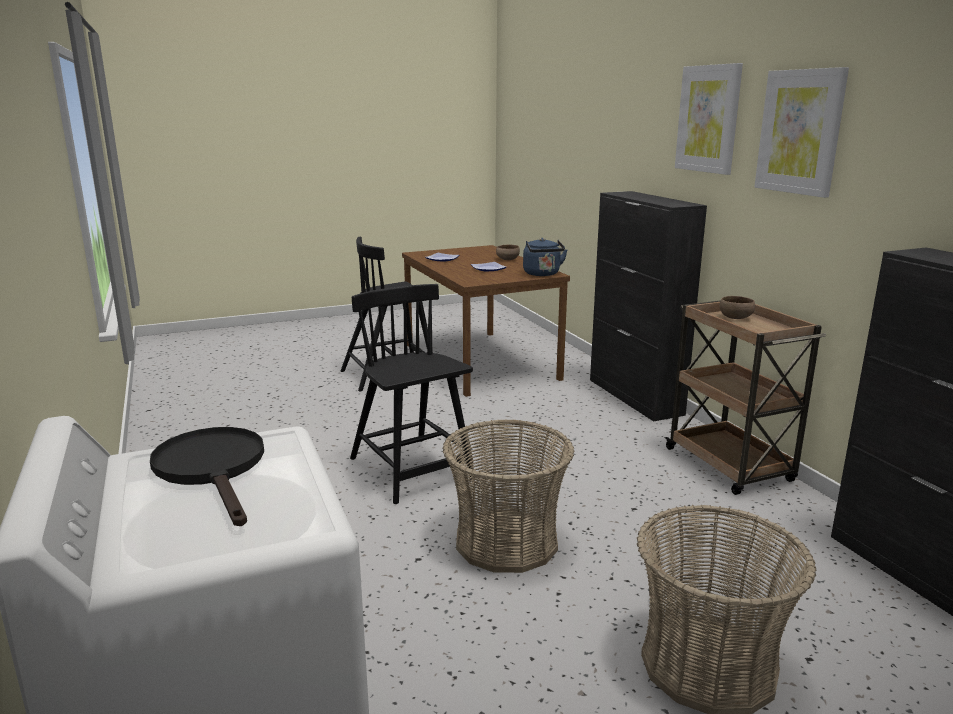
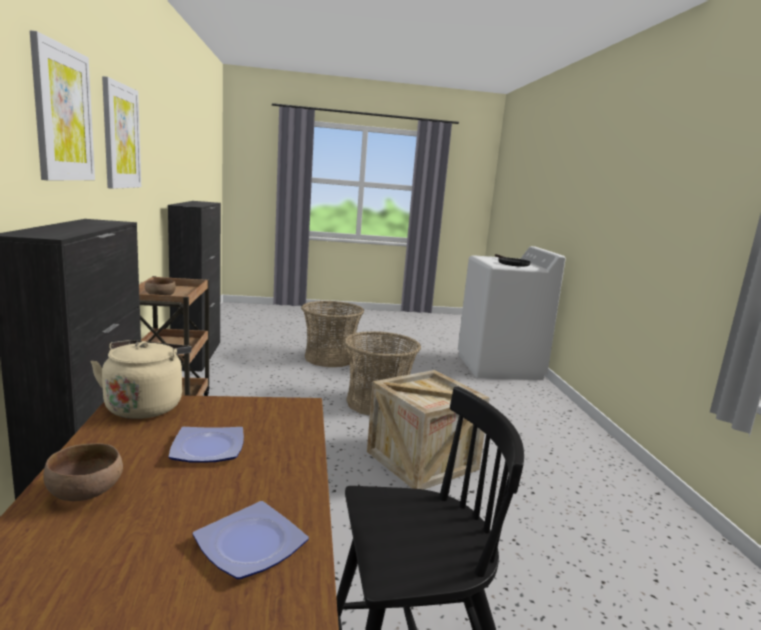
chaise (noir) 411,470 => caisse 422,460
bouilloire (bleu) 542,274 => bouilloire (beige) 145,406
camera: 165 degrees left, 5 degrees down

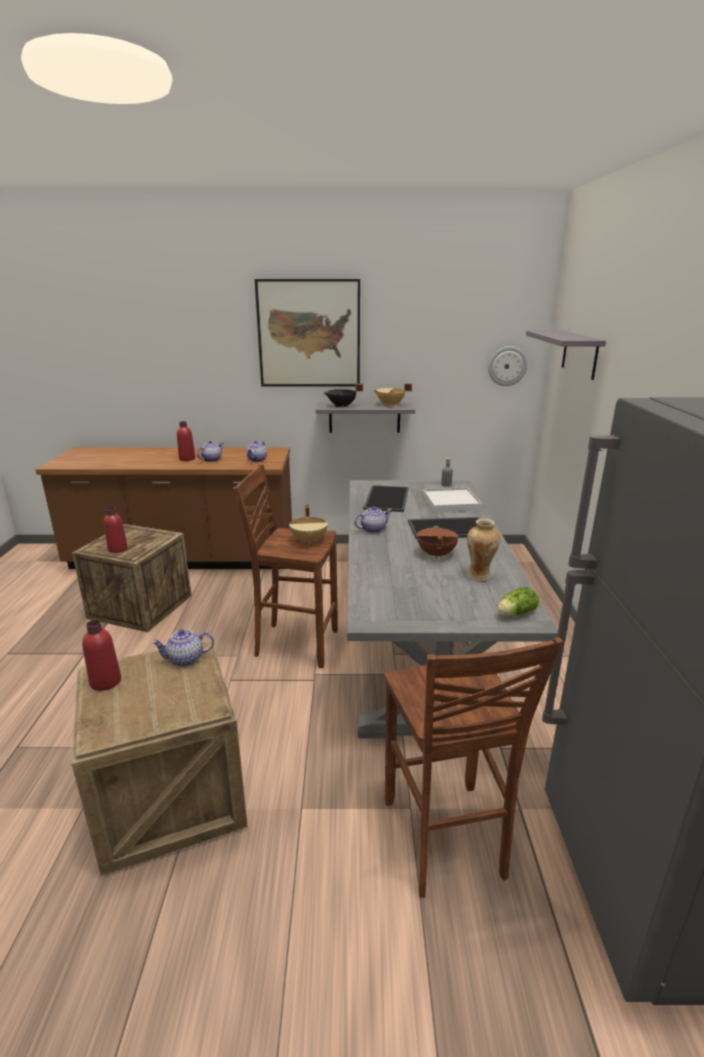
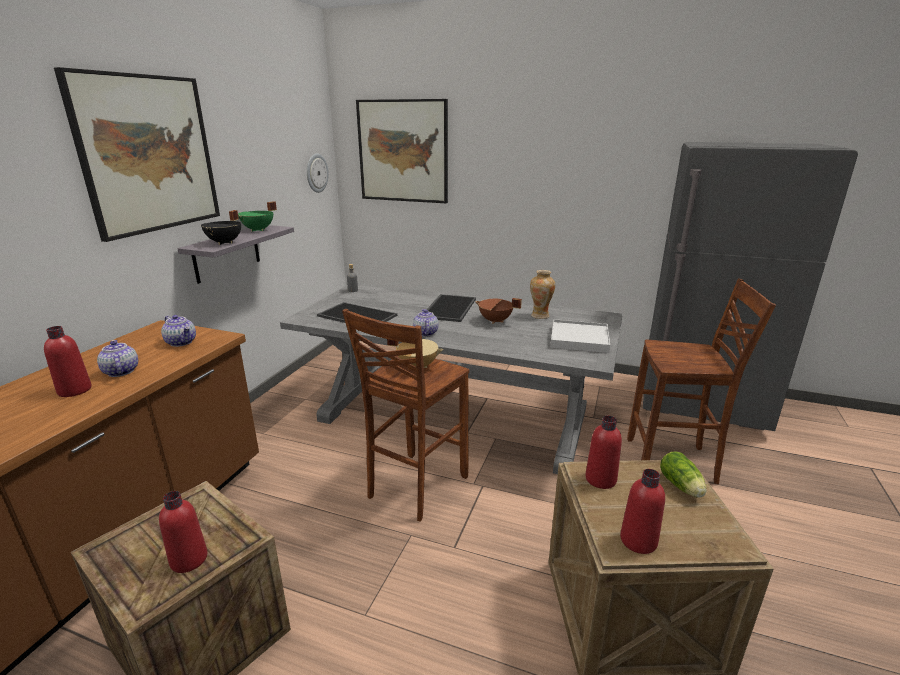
plateau (blanc) 451,502 => plateau (blanc) 579,339, move
laitue 514,614 => laitue 682,487, move
théière 185,659 => bouteille (rouge) 600,479
étagère (gris) 579,354 => tableau 403,151
marmite (beige) 390,405 => marmite (vert) 259,230
camera: 70 degrees left, 0 degrees up

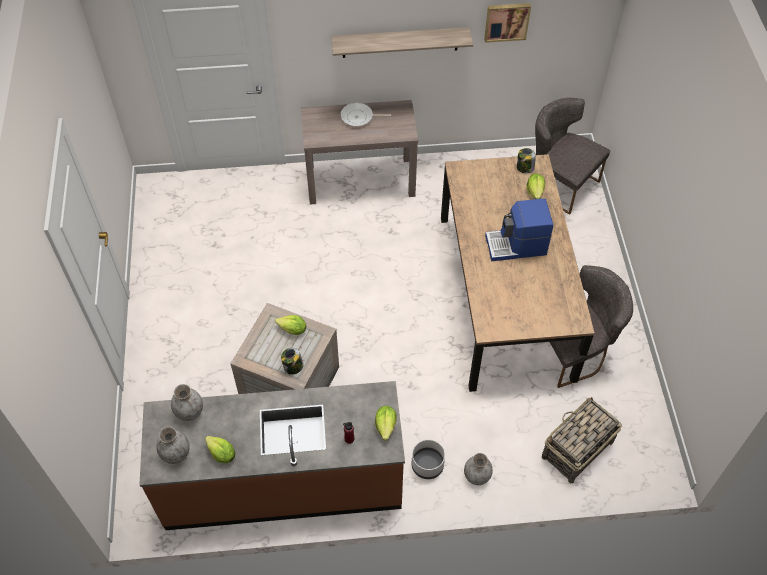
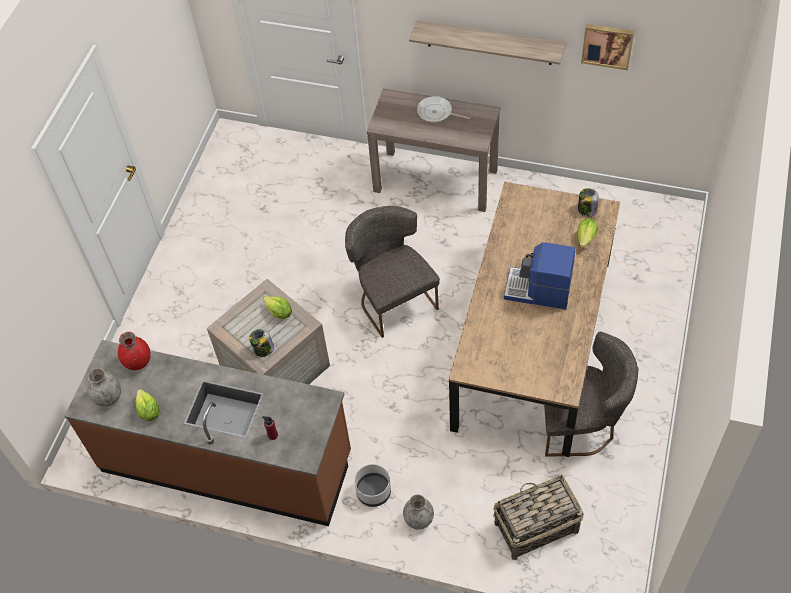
laitue 385,426 => nothing
chaise (gris) 559,183 => chaise (gris) 393,299, move
vase (gris) 189,411 => vase (rouge) 138,361
camera: 25 degrees right, 0 degrees up

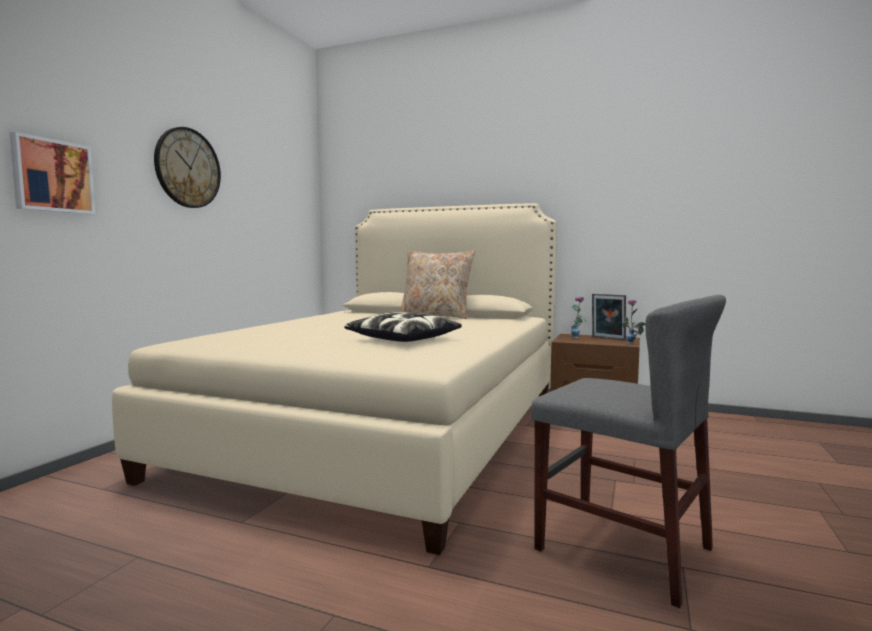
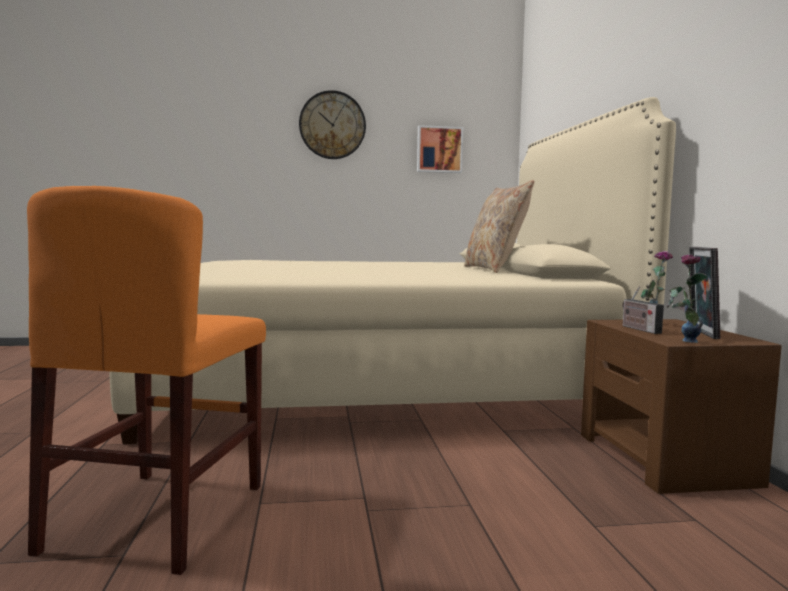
coussin 404,339 => nothing
nothing => radio 639,329
tableau 52,176 => tableau 439,149, move
chaise (gris) 622,548 => chaise (orange) 159,516
camera: 60 degrees right, 0 degrees up

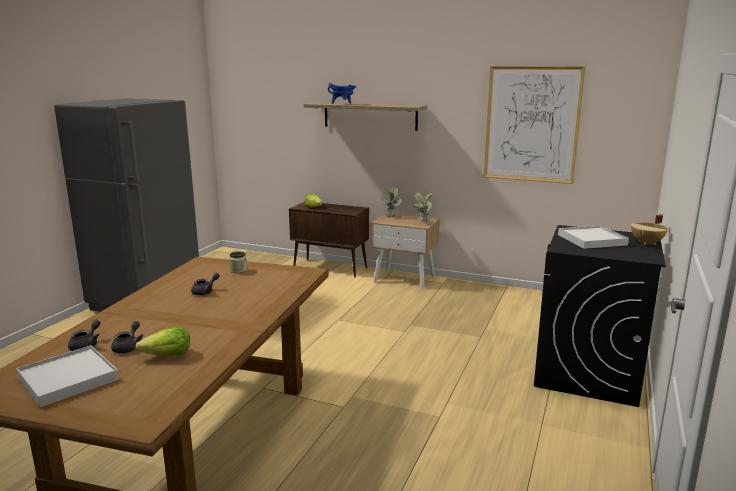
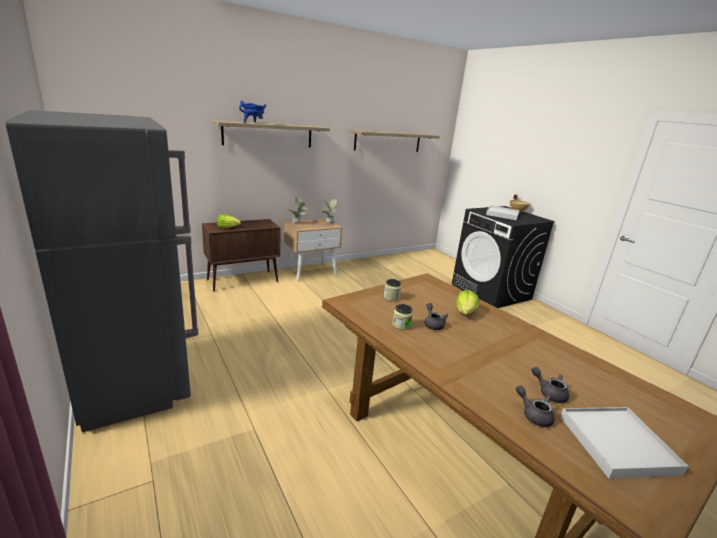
nothing => bocal 401,325
laitue 167,355 => laitue 465,312, move
tableau 532,124 => étagère 388,141
camera: 55 degrees left, 5 degrees up

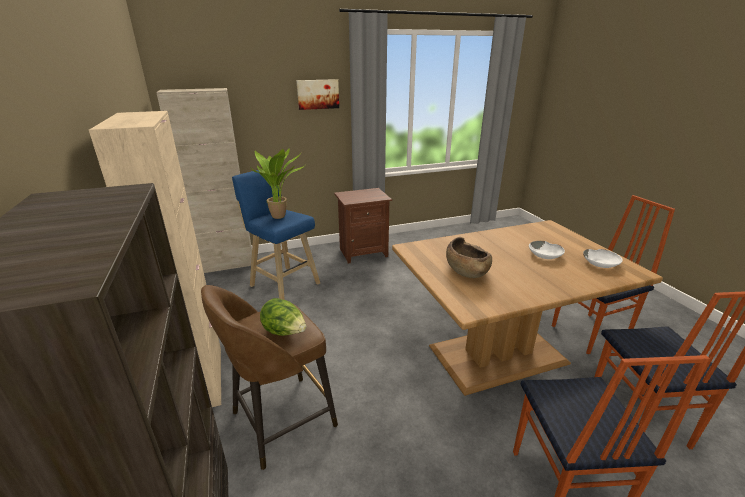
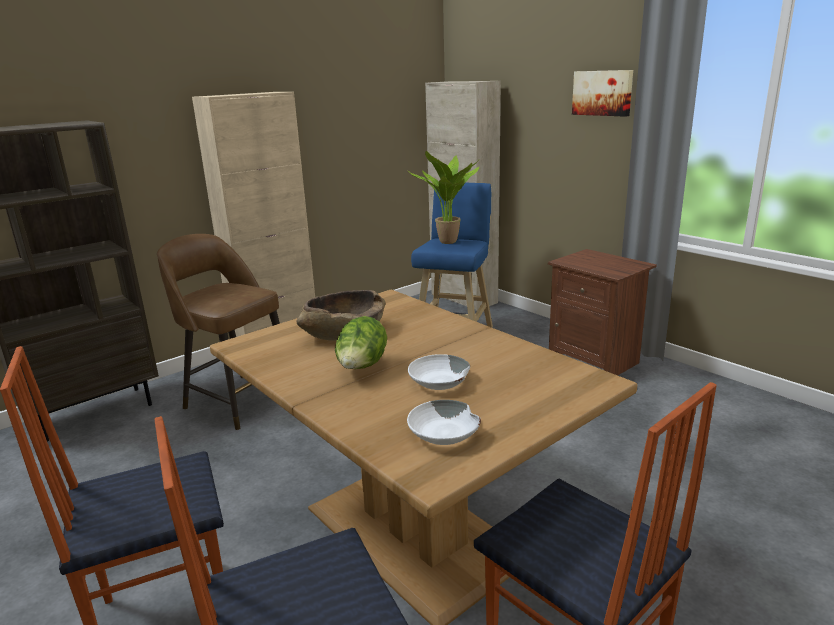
laitue 285,332 => laitue 362,368, move
camera: 70 degrees right, 5 degrees down

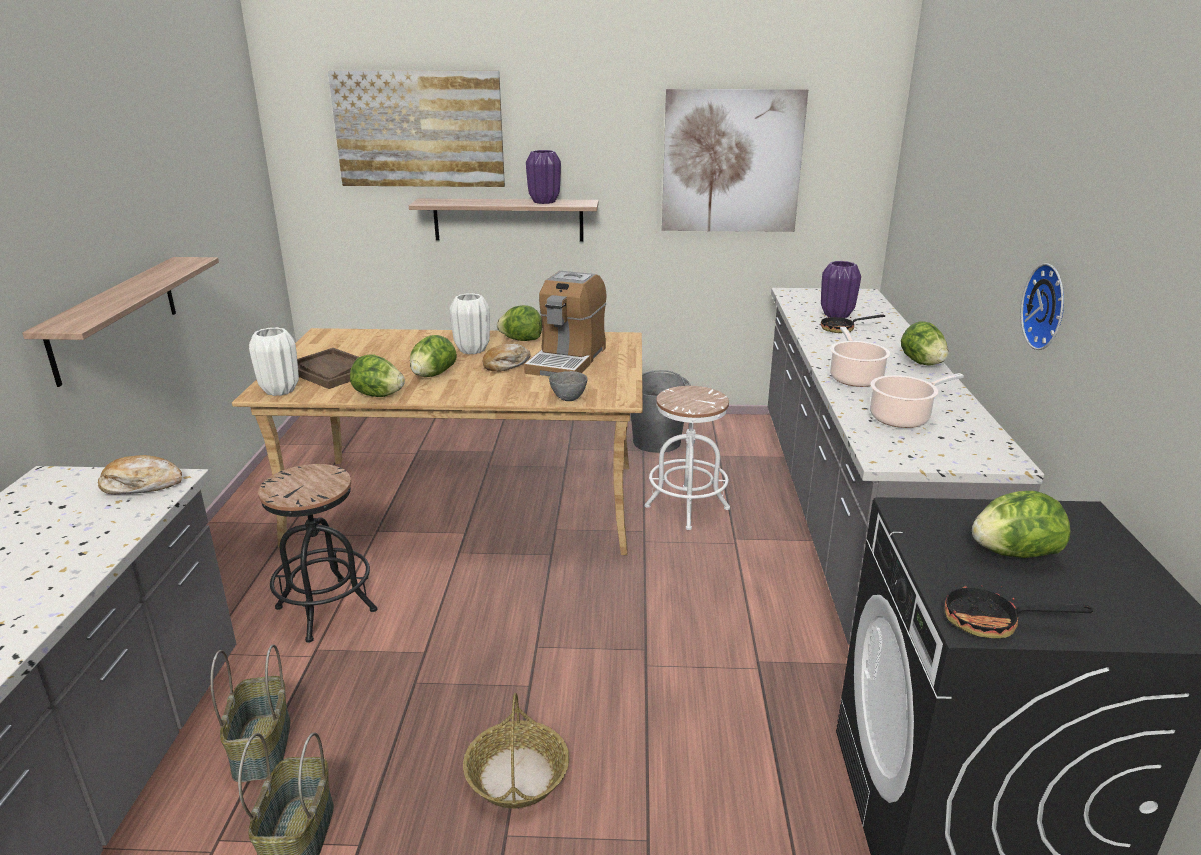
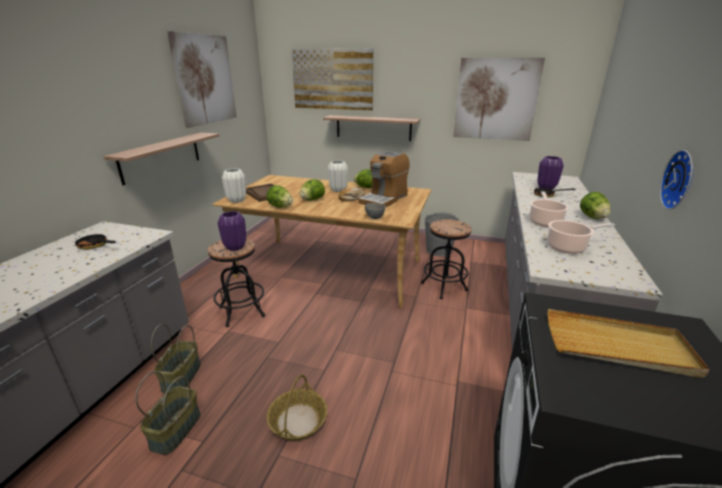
pain 142,485 => nothing
nothing => tableau 205,80
vase (violet) 544,202 => vase (violet) 235,247, move
poêle 992,622 => poêle 95,246, move
laitue 1013,553 => plateau (beige) 618,346
tabouret (blanc) 687,507 => tabouret (noir) 444,287
camera: 15 degrees right, 0 degrees up

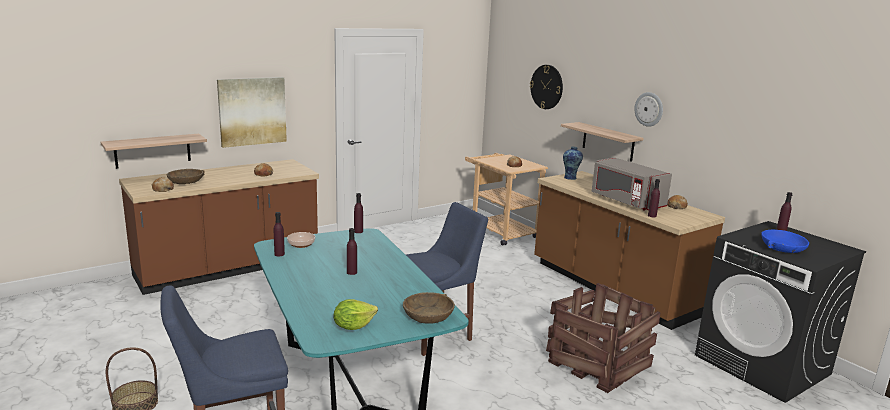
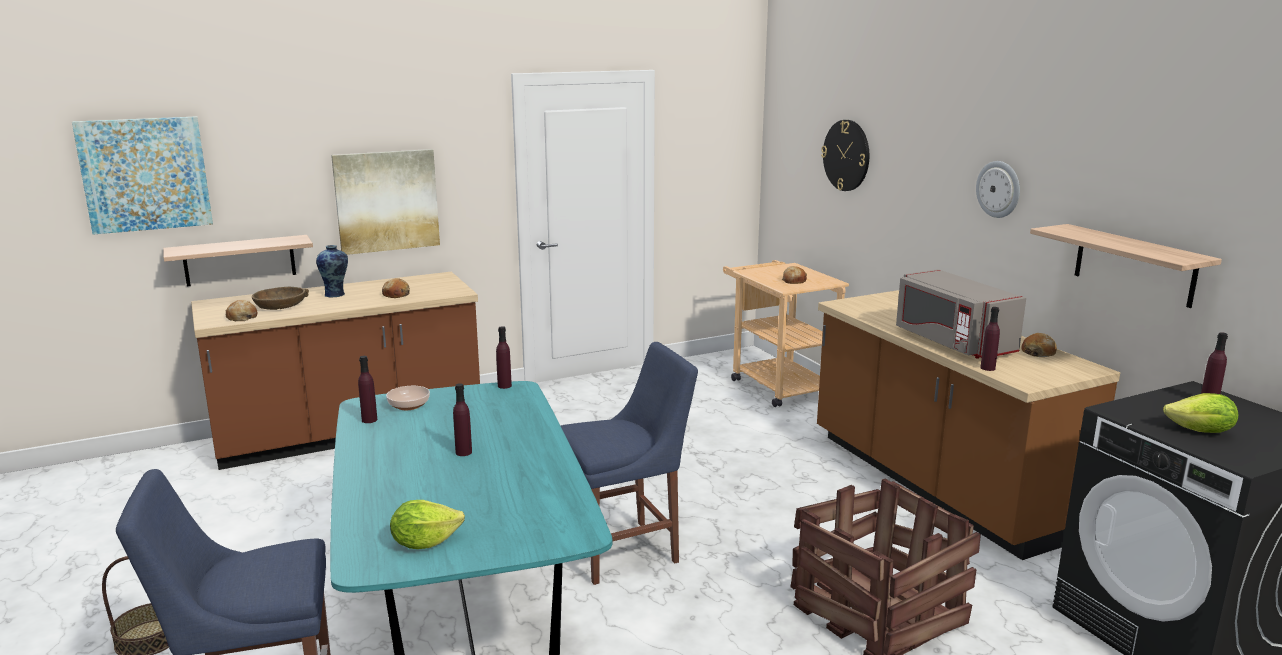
bol (marron) 428,315 => nothing
nothing => tableau 145,174
étagère 608,141 => étagère 1134,265, move
vase 570,178 => vase 336,294, move
bol (bleu) 782,248 => laitue 1201,431
camera: 10 degrees right, 0 degrees up

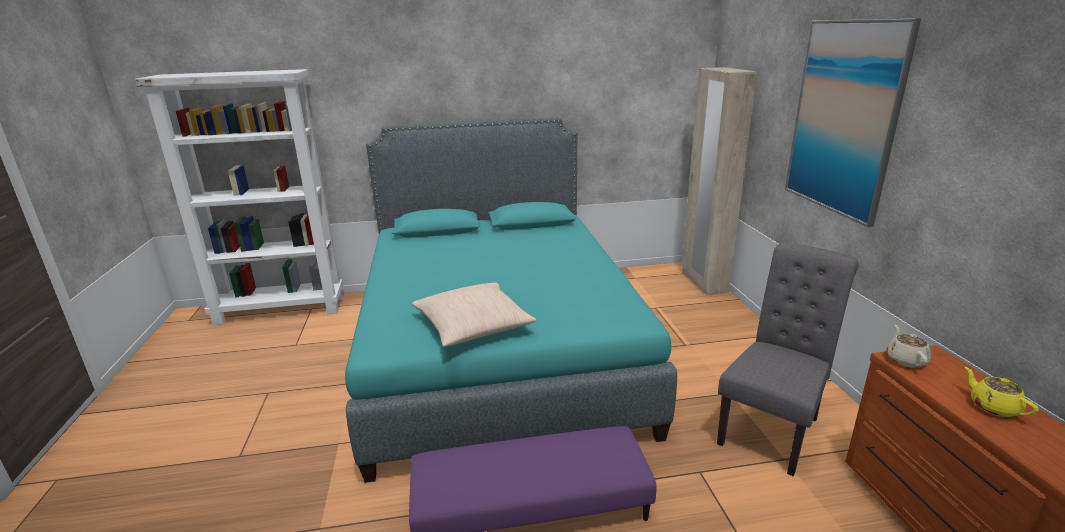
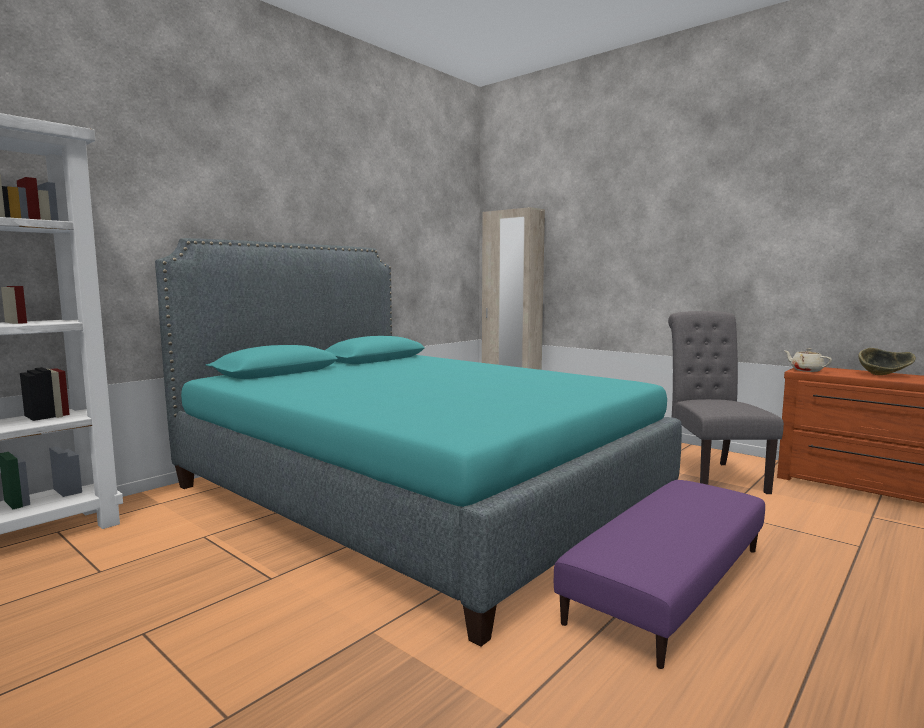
coussin (beige) 473,326 => nothing
tableau 844,118 => nothing
théière (jaune) 993,407 => bol 883,375
camera: 40 degrees left, 15 degrees down

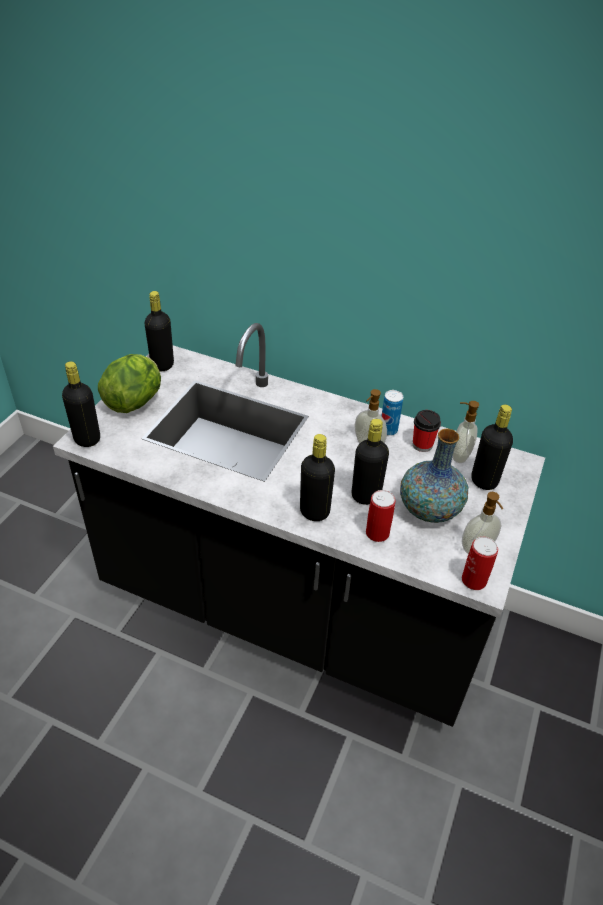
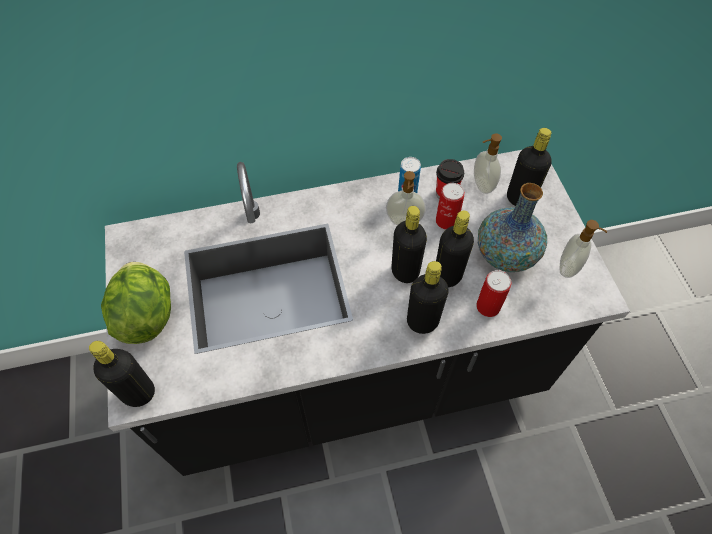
bouteille (noir) 162,365 => bouteille (noir) 405,271, move
boîte métallique 474,580 => boîte métallique 446,221, move
camera: 35 degrees left, 15 degrees up

